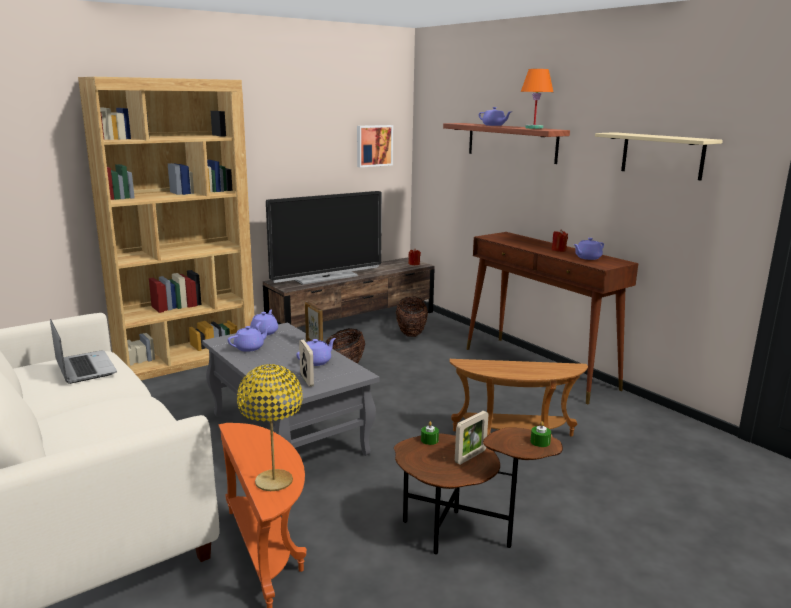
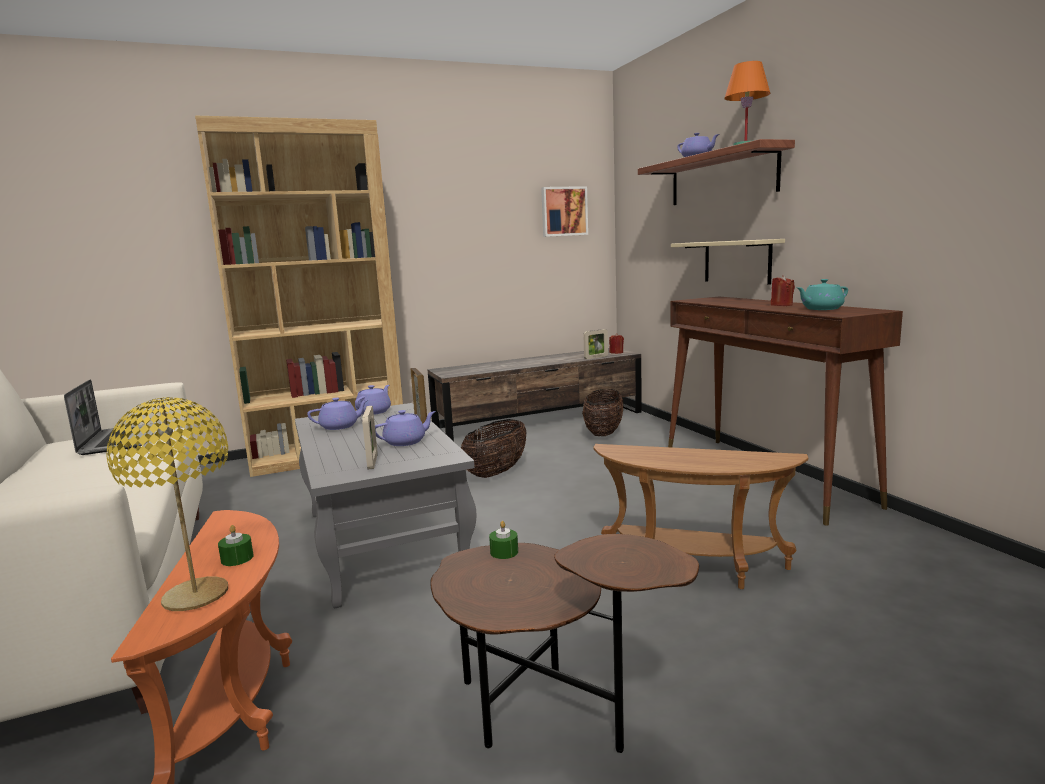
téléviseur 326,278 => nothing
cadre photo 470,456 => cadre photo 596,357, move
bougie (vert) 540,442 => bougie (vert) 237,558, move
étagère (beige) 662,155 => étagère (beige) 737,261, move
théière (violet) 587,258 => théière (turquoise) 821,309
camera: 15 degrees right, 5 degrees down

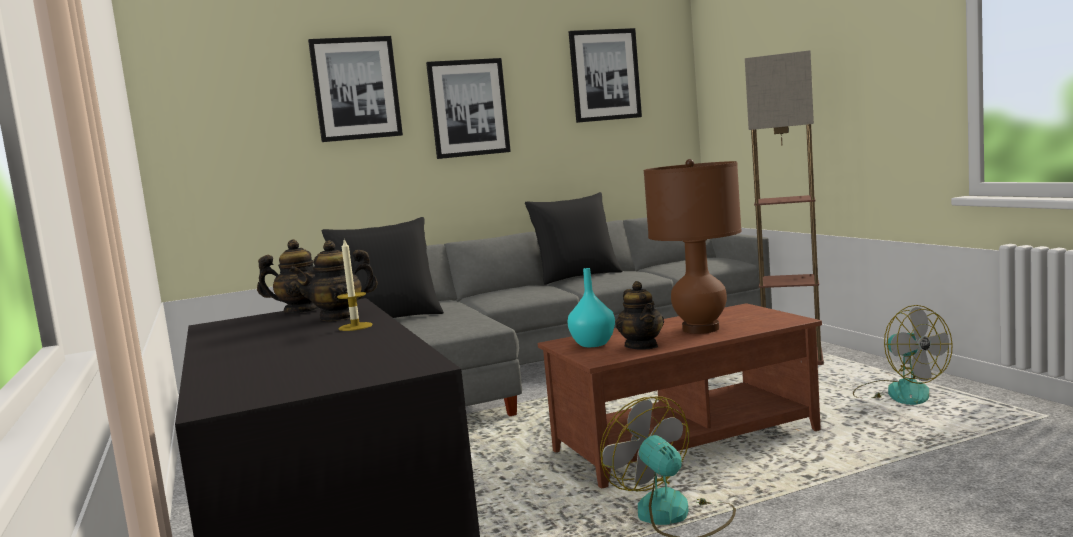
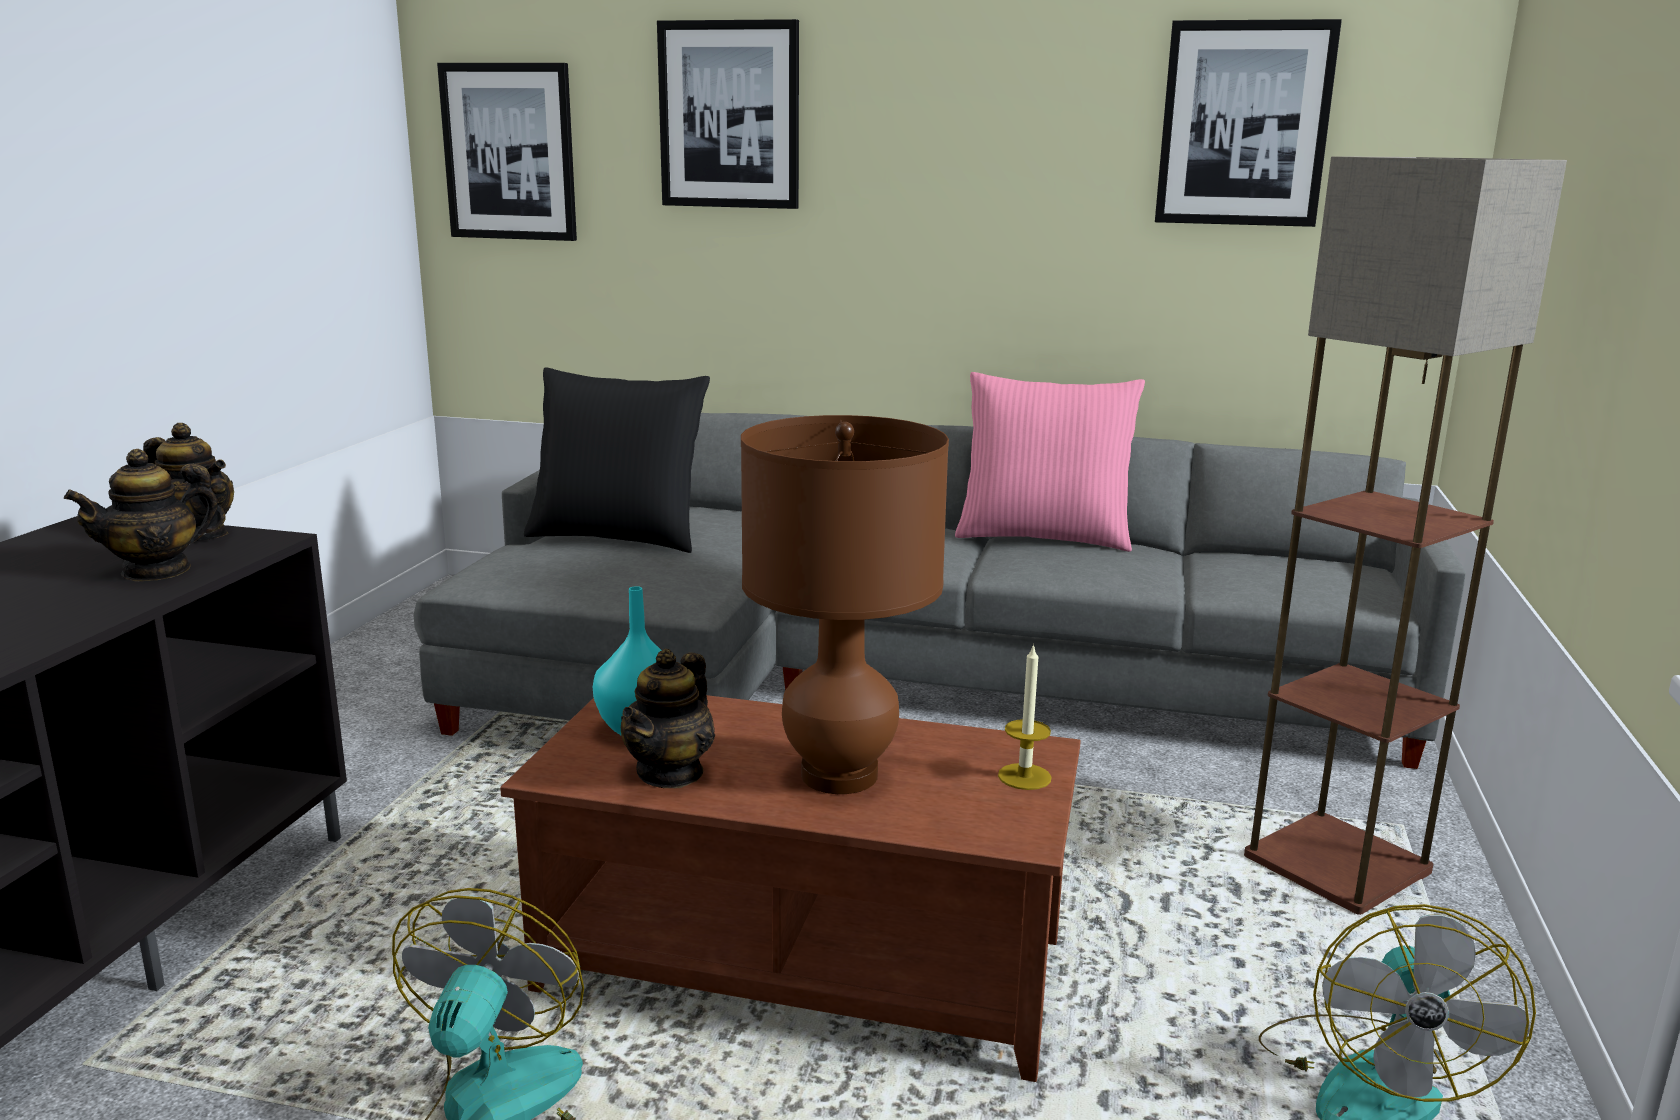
bougie 355,327 => bougie 1024,776, move
tableau 468,108 => tableau 509,152, move
coussin (noir) 577,277 => coussin (rose) 1043,537
théière 339,317 => théière 157,571, 45 degrees counterclockwise
camera: 35 degrees right, 10 degrees up

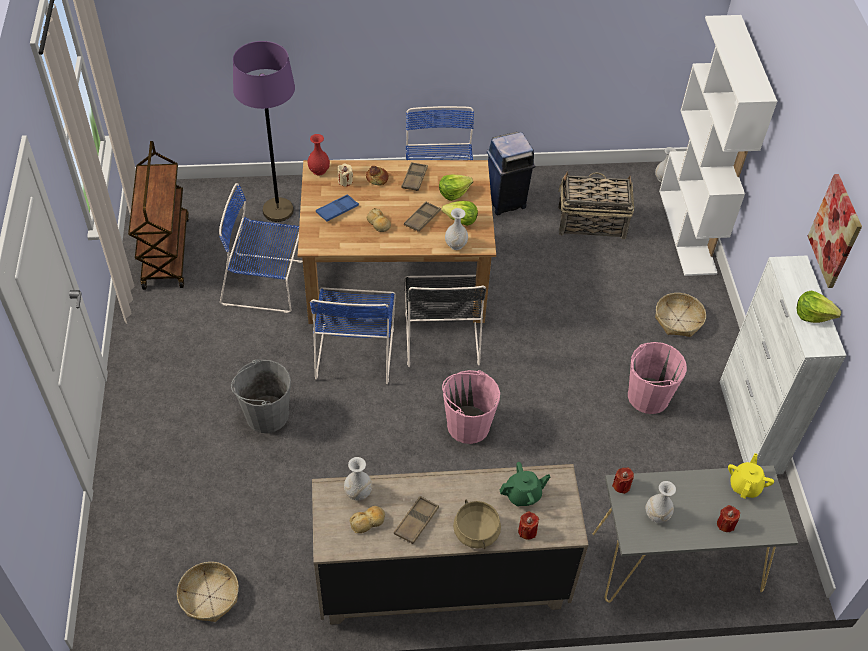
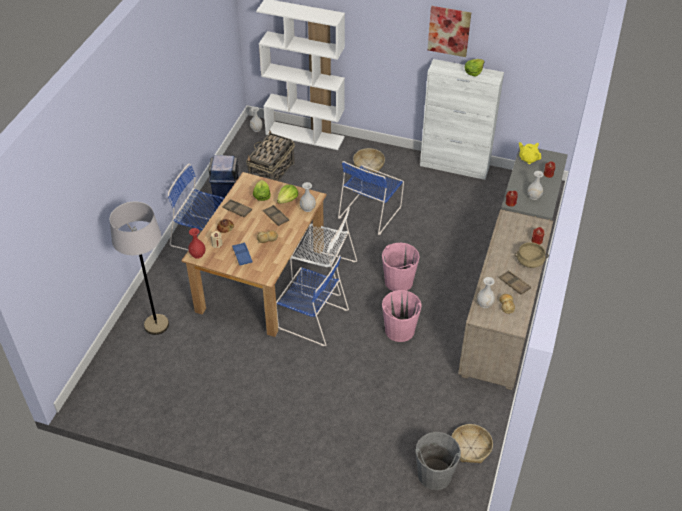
chariot (marron) 165,252 => nothing
théière (vert) 523,494 => nothing
chaise (bleu) 266,283 => chaise (bleu) 371,211, move
seau (gris) 266,415 => seau (gris) 434,475, move
seau (rose) 648,396 => seau (rose) 399,330, move
lampadaire (violet) 278,210 => lampadaire (gris) 156,325
chaise (noir) 441,335 => chaise (blanc) 322,271
camera: 65 degrees left, 5 degrees down

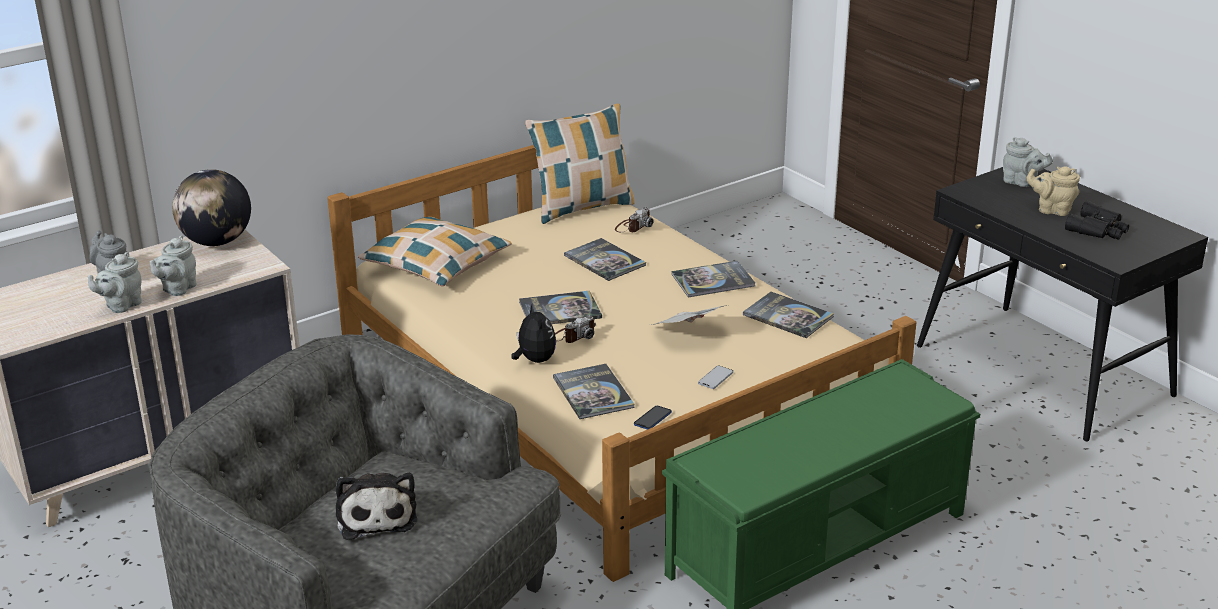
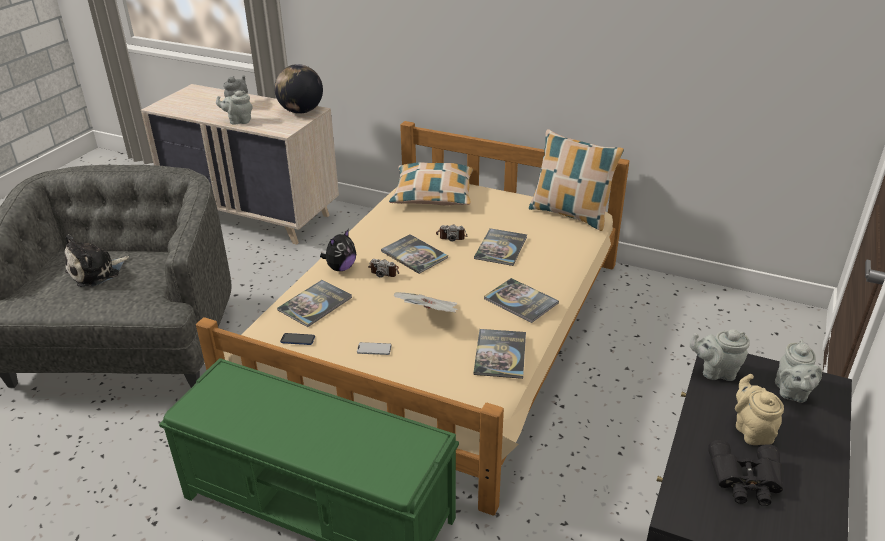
théière (gris) 121,305 => théière (gris) 715,372, move
appareil photo 633,227 => appareil photo 451,236, move
camera: 60 degrees right, 5 degrees up

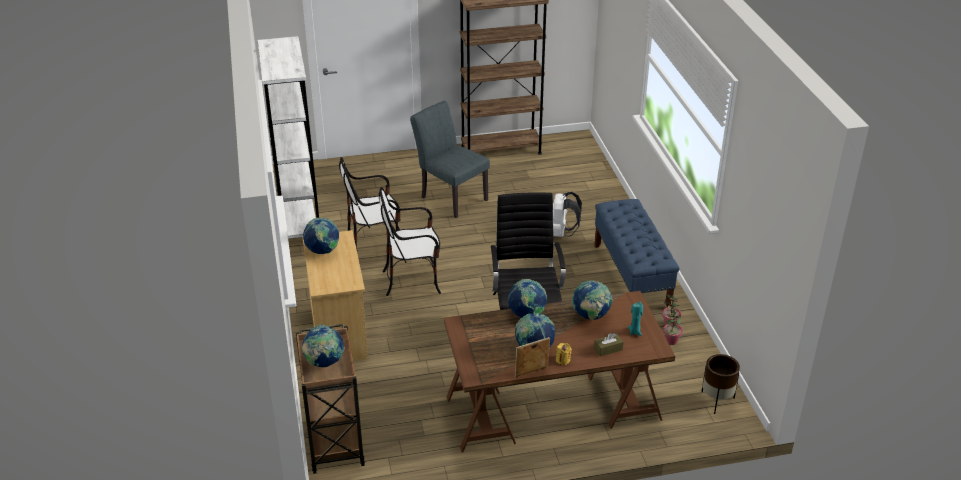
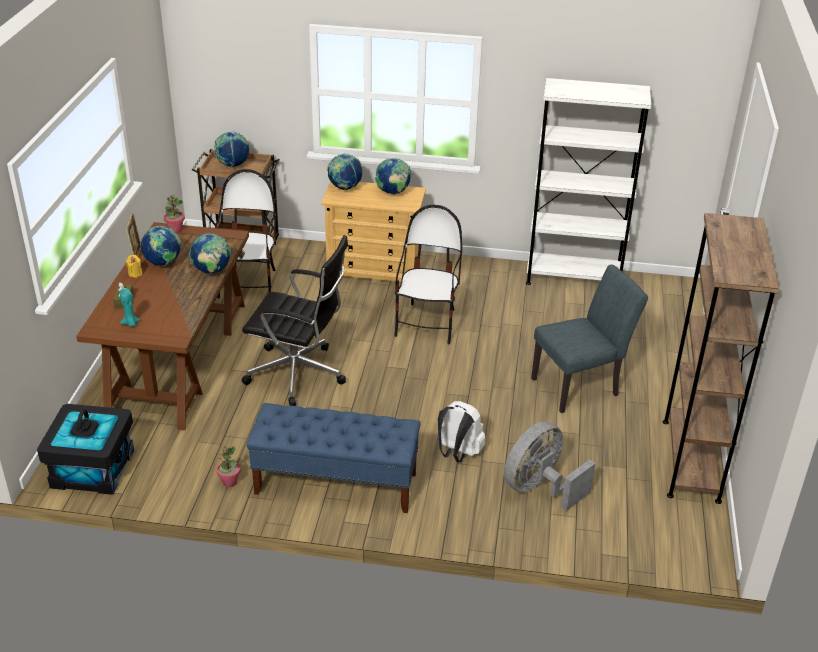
nothing => ventilateur (gris) 540,488
chaise 374,246 => chaise 249,285, move
globe 590,316 => globe 344,188, move
plante en pot 671,341 => plante en pot 175,230, move
cache-pot (marron) 716,401 => boîte de rangement (noir) 92,469
camera: 110 degrees right, 0 degrees up

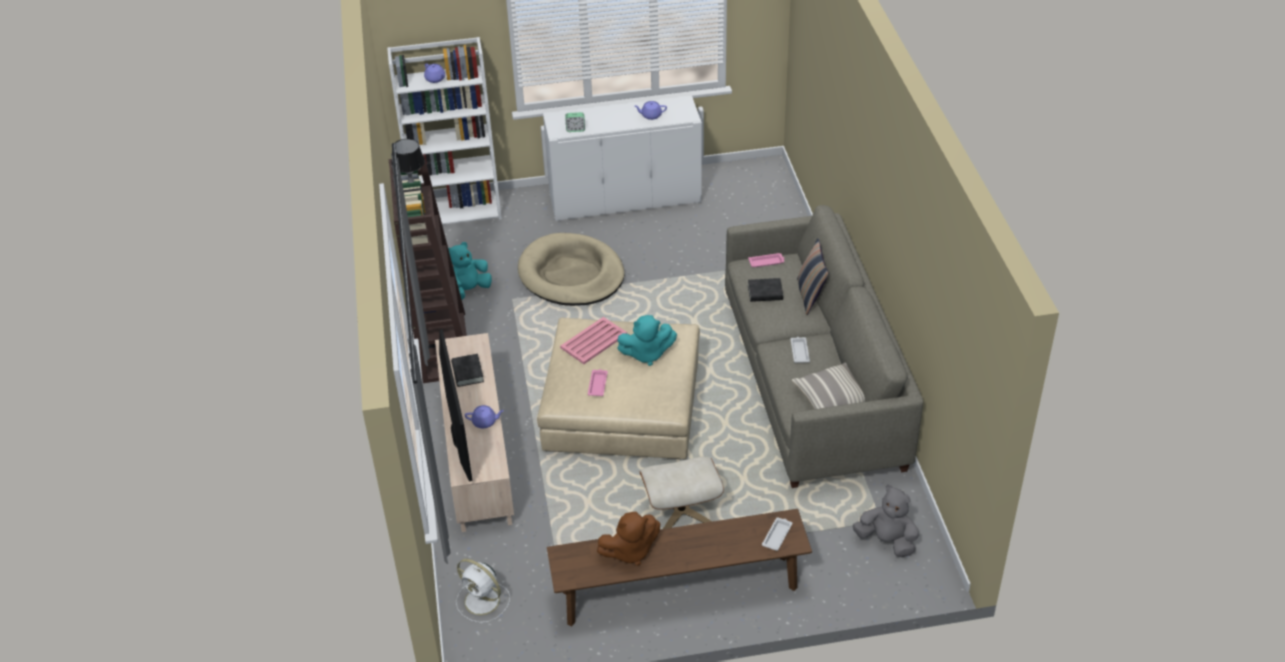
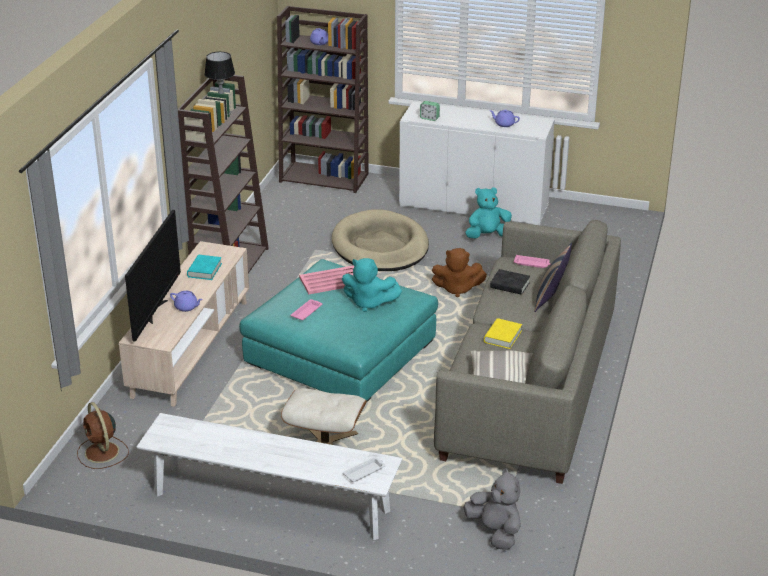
peluche (turquoise) 469,291 => peluche (turquoise) 487,236, move
peluche (marron) 630,551 => peluche (marron) 457,289, move
plateau (blanc) 799,351 => livre (jaune) 502,336
bibliothèque (blanc) 457,210 => bibliothèque (marron) 325,177
livre (noir) 467,373 => livre (turquoise) 204,270
ventilateur (blanc) 483,601 => ventilateur (marron) 102,453
pouf (beige) 622,407 => pouf (turquoise) 340,352
banc (marron) 679,590 => banc (blanc) 271,502
camera: 25 degrees right, 10 degrees down

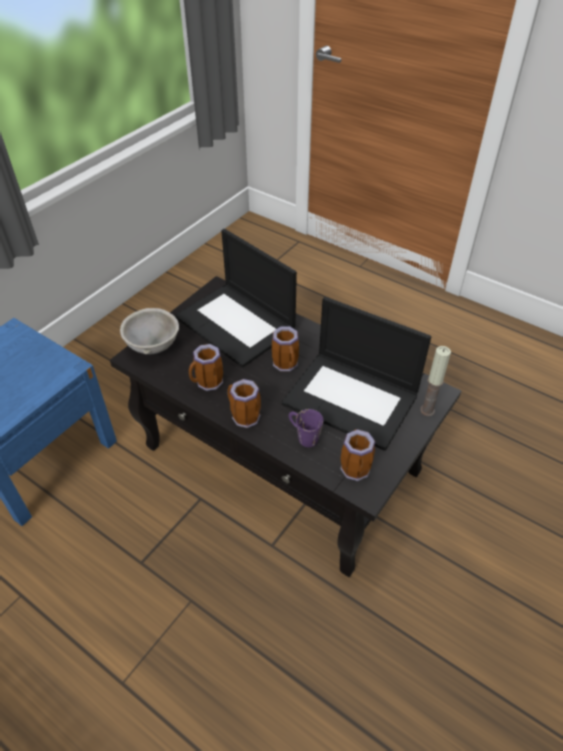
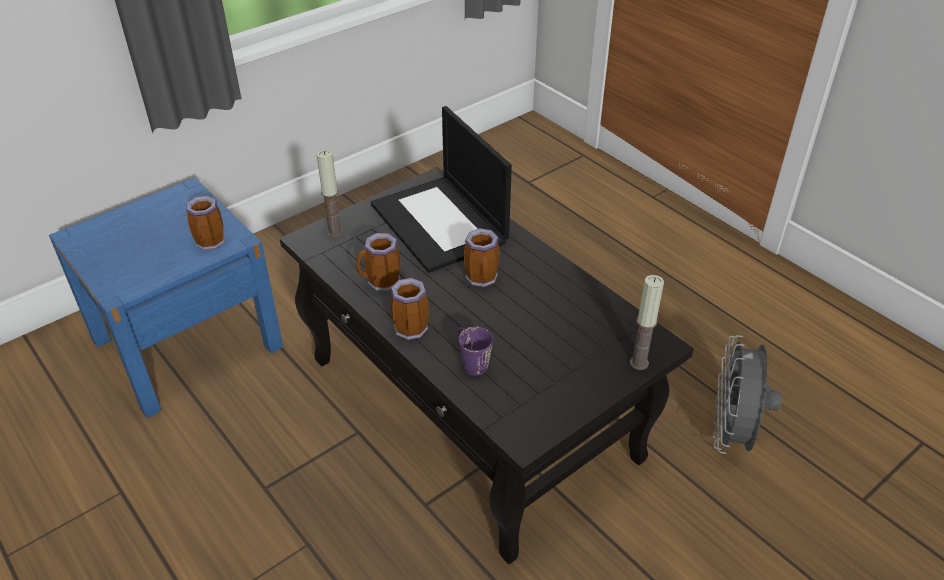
ordinateur portable 352,399 => nothing
nothing => ventilateur (gris) 731,434
mug 353,466 => mug 210,239, move
bol (gris) 154,346 => bougie 335,232
camera: 15 degrees right, 5 degrees down

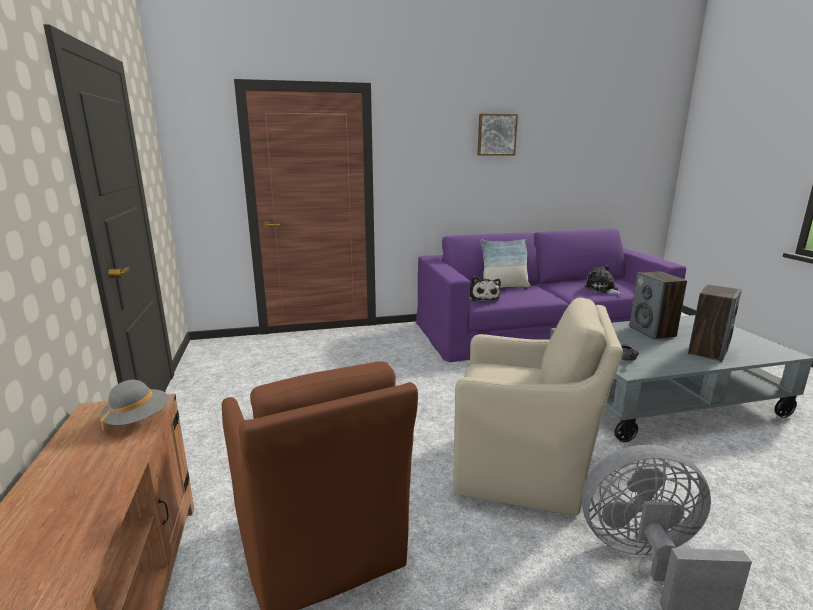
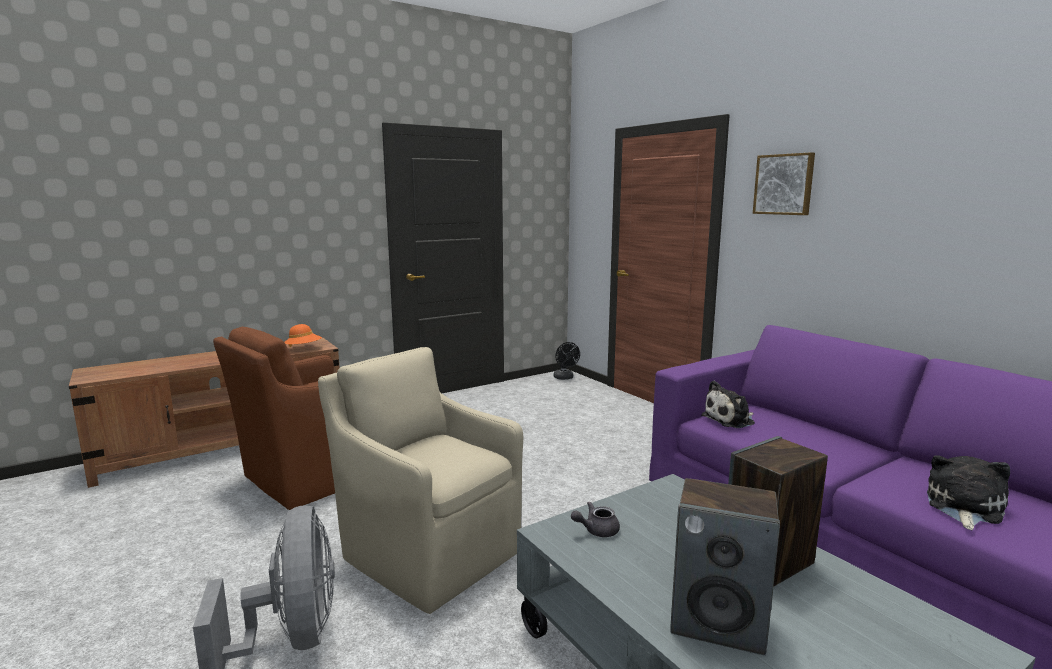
coussin 504,287 => nothing
nothing => ventilateur (noir) 565,378
tableau 496,135 => tableau 784,184, move
chapeau (gris) 138,420 => chapeau (orange) 303,349
fauteuil (beige) 523,470 => fauteuil (beige) 429,552, 135 degrees clockwise
camera: 70 degrees right, 5 degrees down

